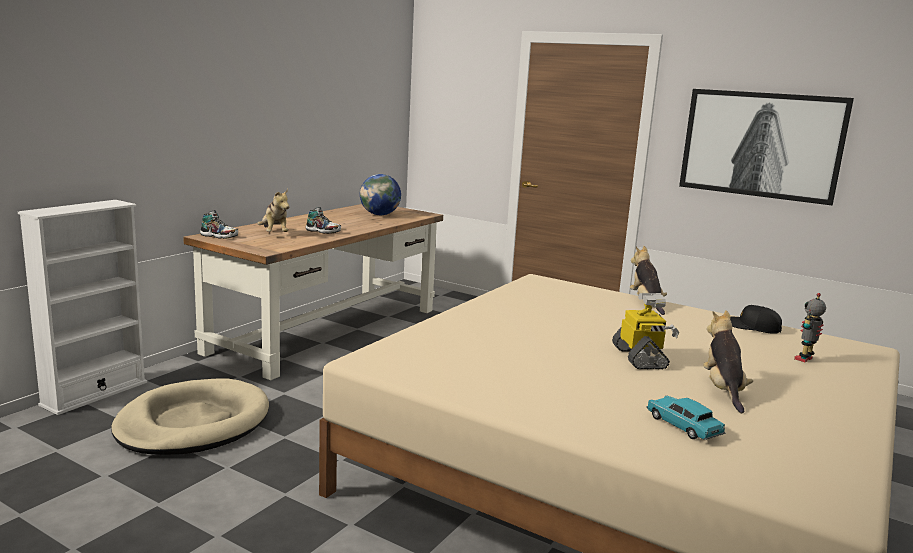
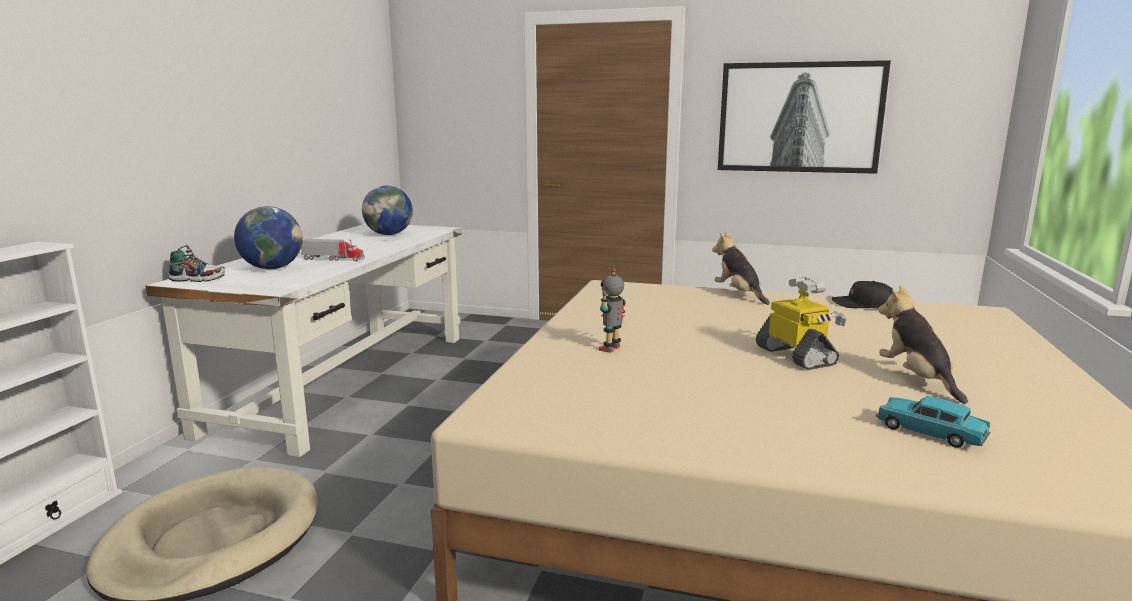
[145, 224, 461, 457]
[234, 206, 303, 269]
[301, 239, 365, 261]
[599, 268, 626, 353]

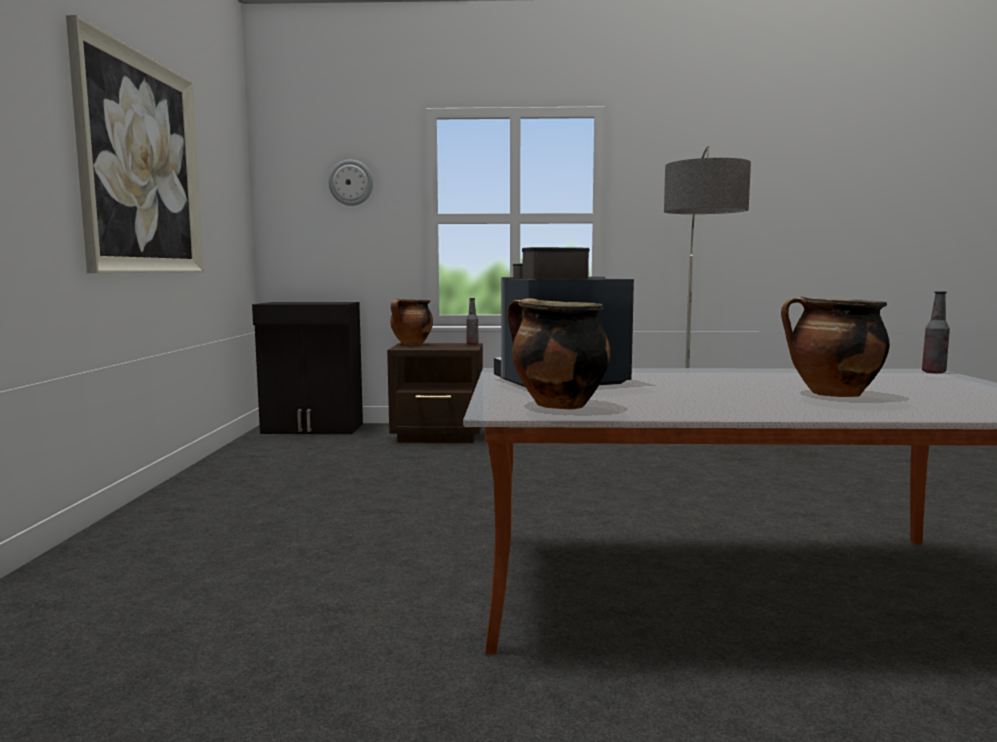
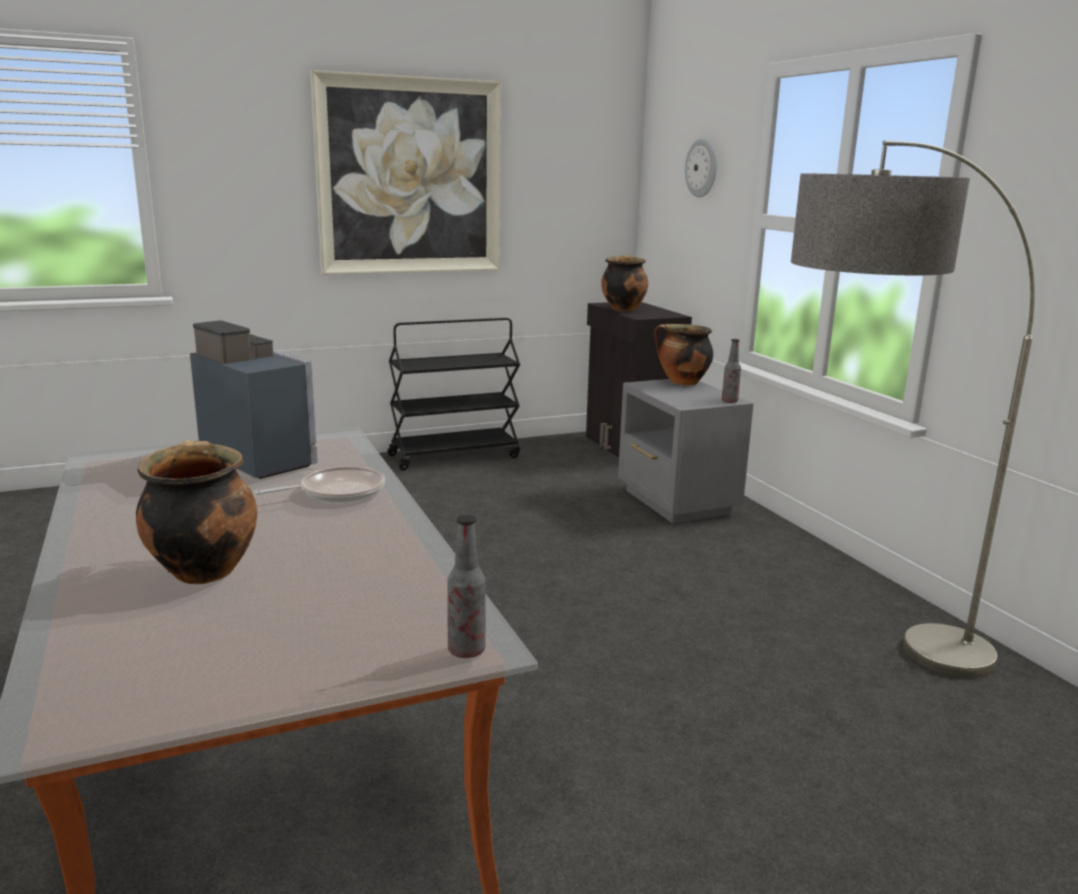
[618, 379, 753, 523]
[601, 255, 648, 311]
[254, 466, 385, 503]
[387, 318, 520, 471]

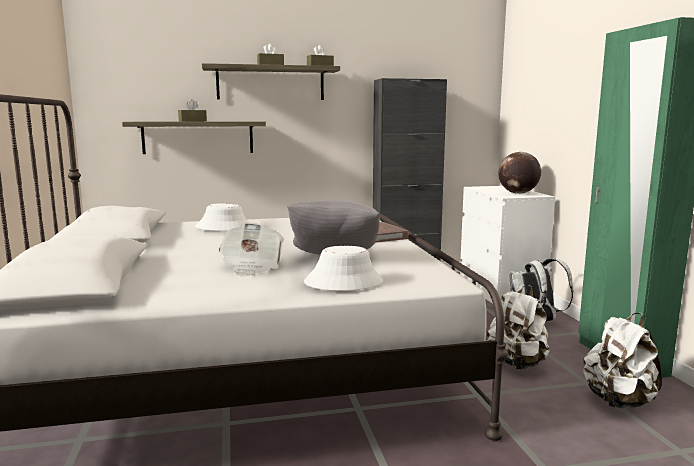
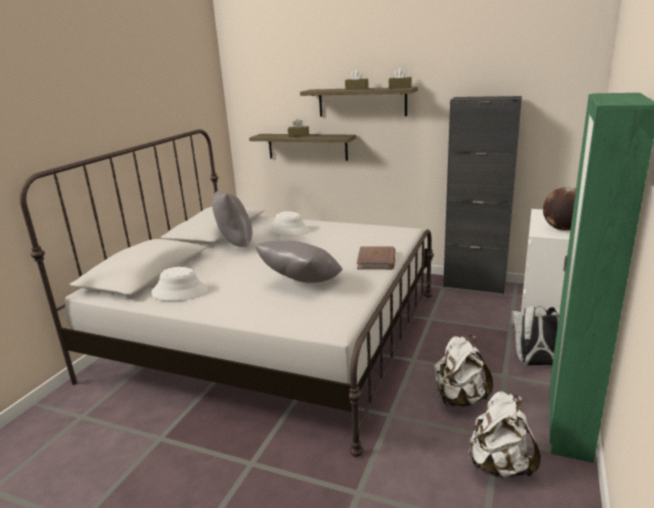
[219, 223, 284, 276] (first image)
[151, 267, 208, 301]
[212, 191, 253, 247]

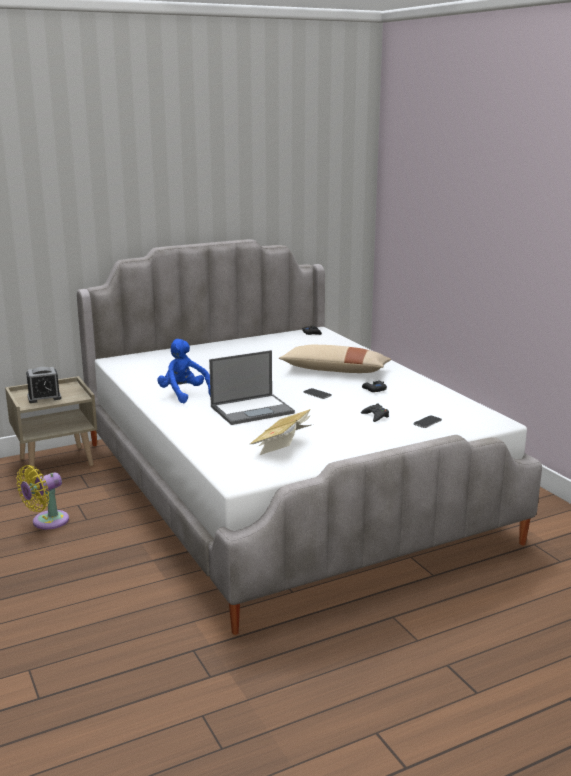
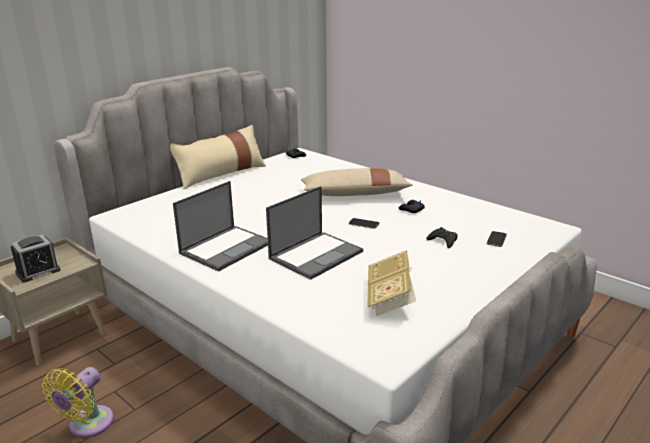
[173, 181, 268, 272]
[170, 125, 266, 189]

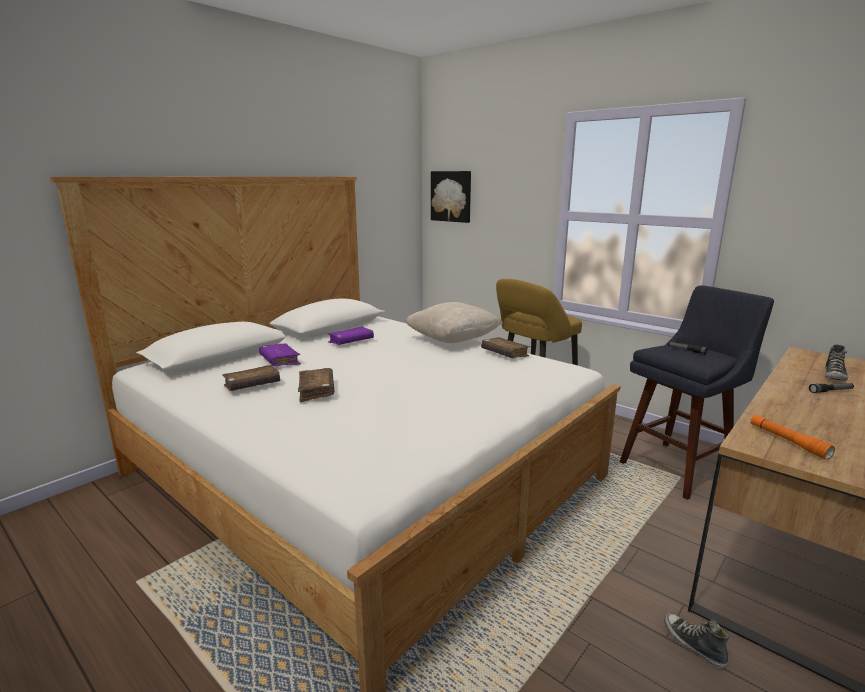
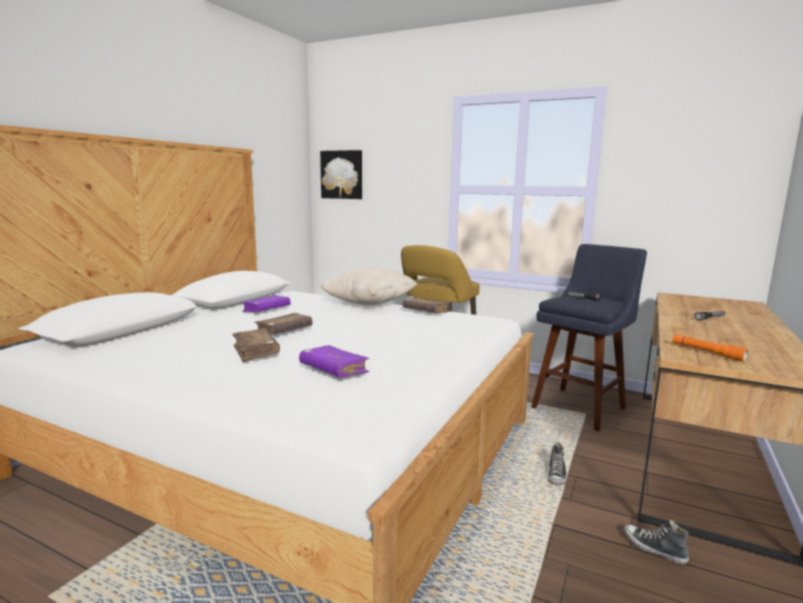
[254, 313, 312, 335]
[299, 345, 369, 378]
[548, 442, 567, 485]

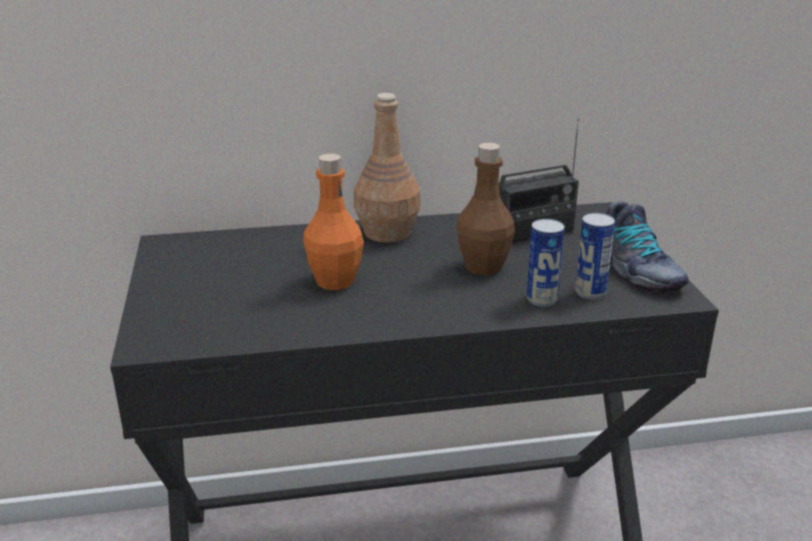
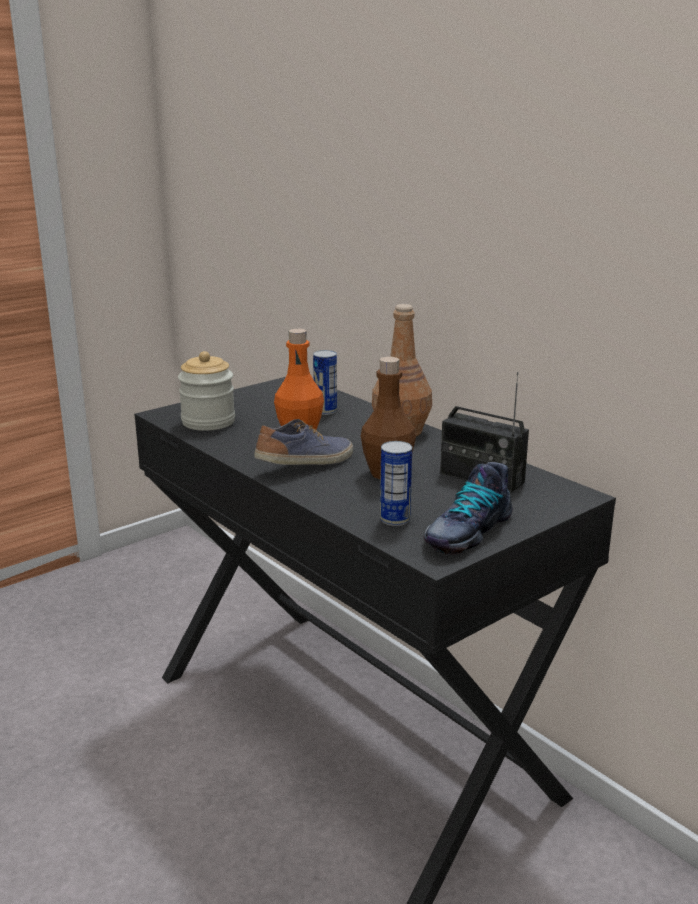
[313, 350, 337, 415]
[178, 351, 235, 431]
[254, 419, 353, 465]

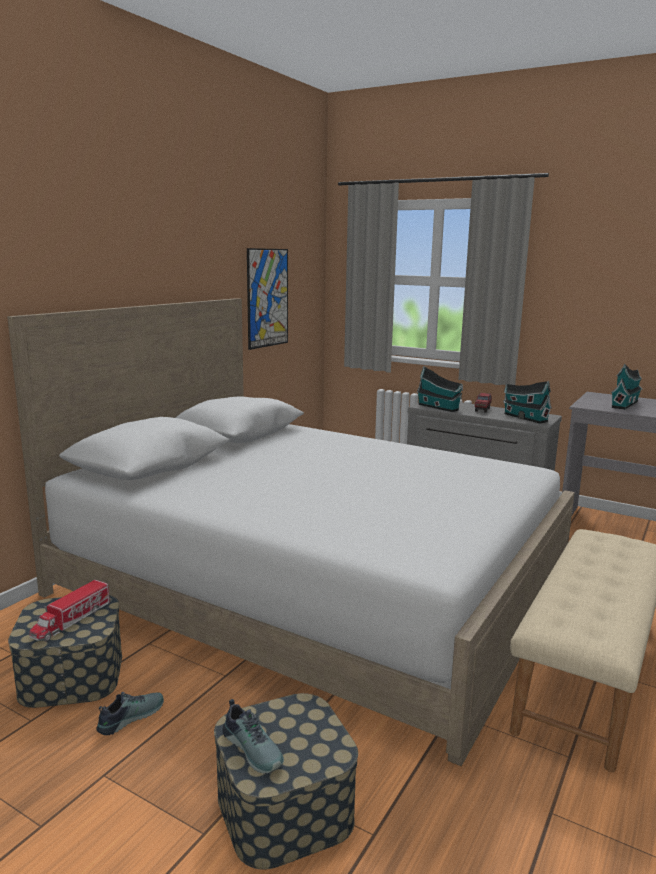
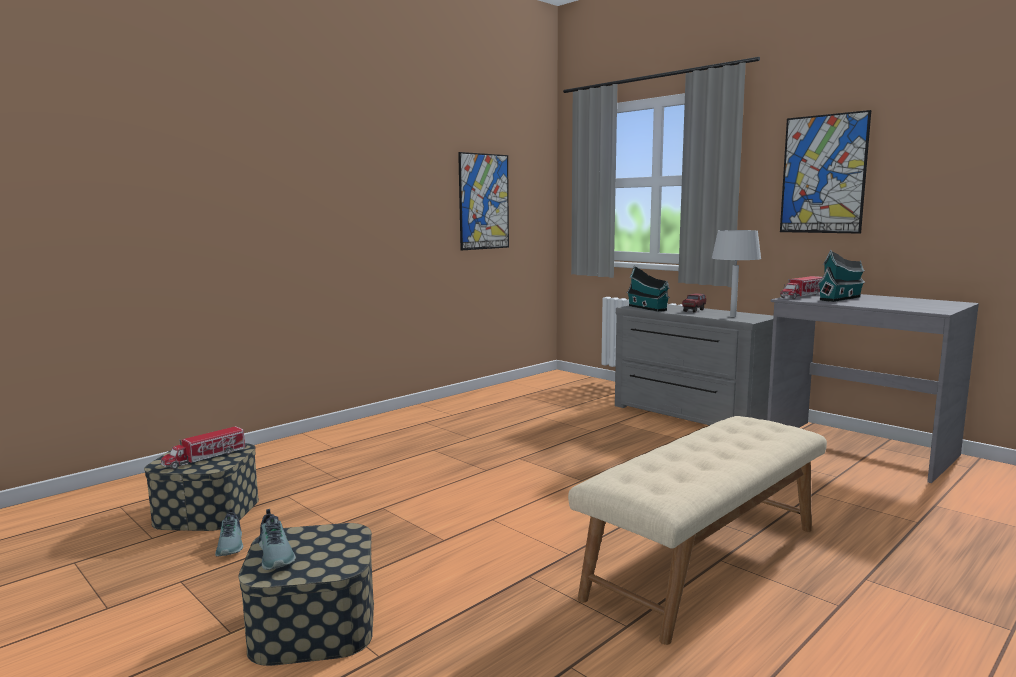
[7, 298, 575, 766] (first image)
[215, 508, 243, 556]
[712, 230, 761, 317]
[780, 110, 871, 234]
[780, 276, 822, 299]

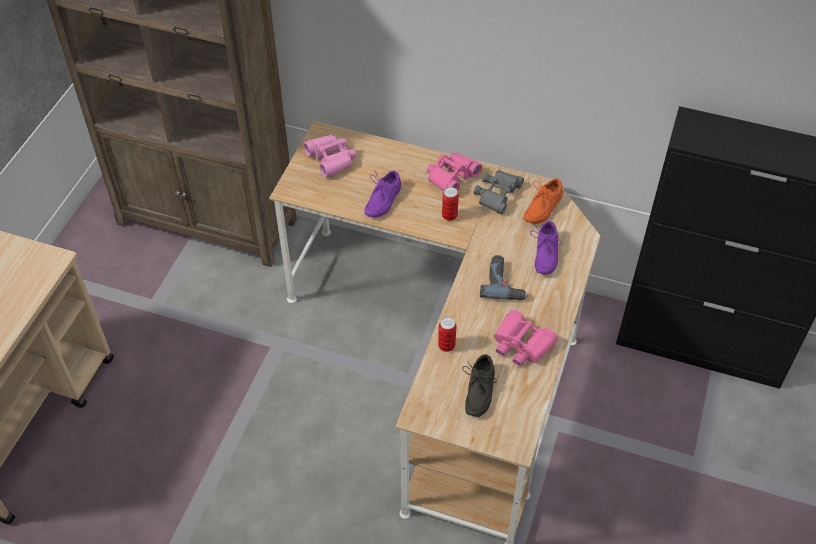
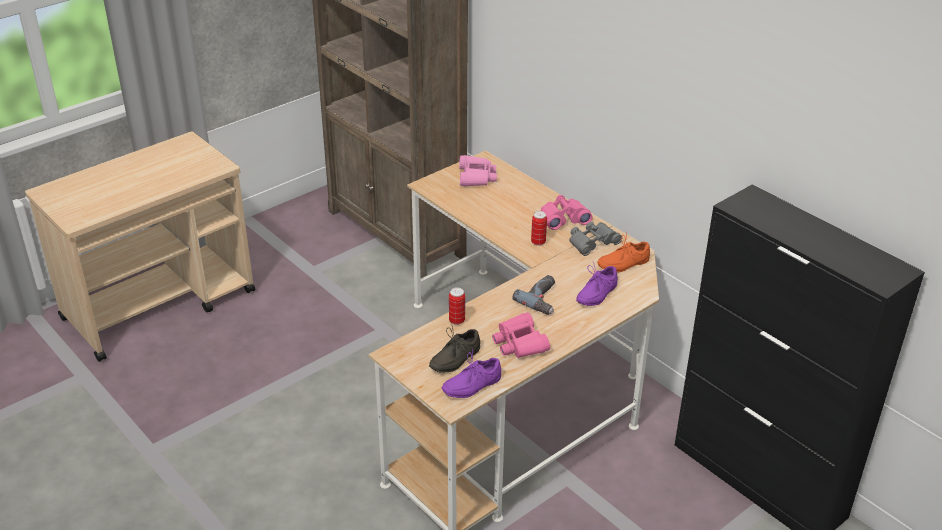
[442, 352, 501, 398]

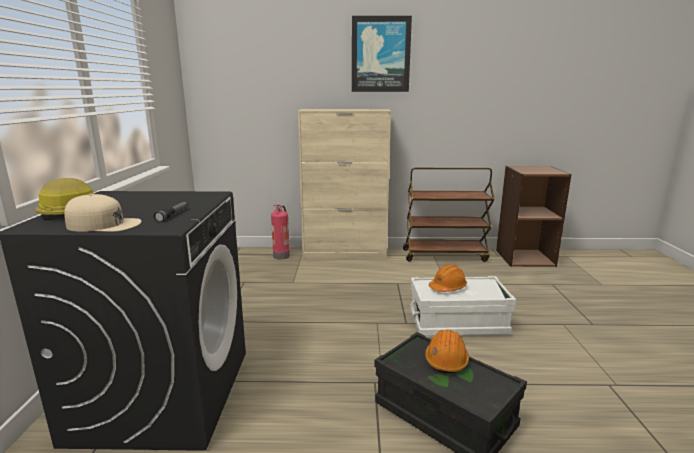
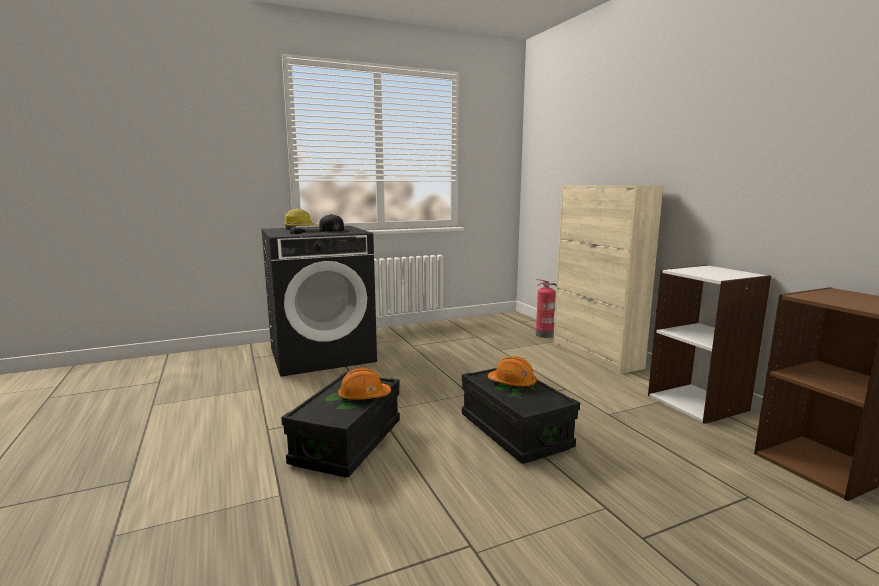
[64, 194, 142, 232] (first image)
[352, 16, 412, 92] (first image)
[648, 265, 771, 424]
[462, 368, 580, 464]
[319, 214, 349, 233]

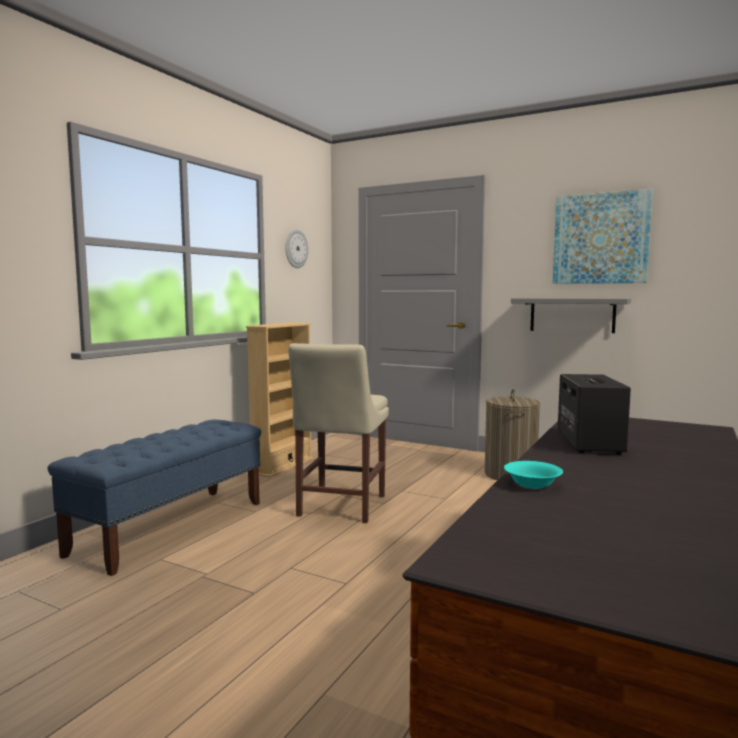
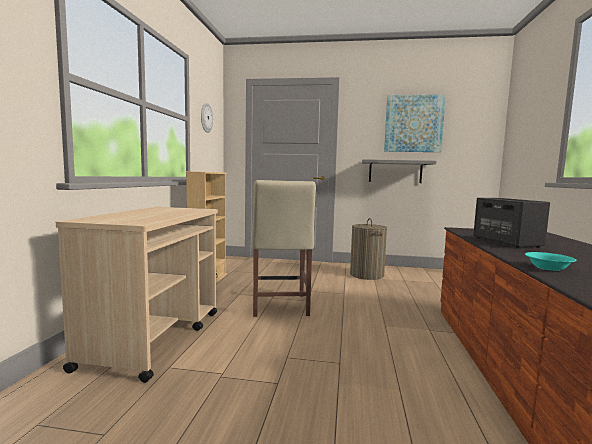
[56, 207, 218, 383]

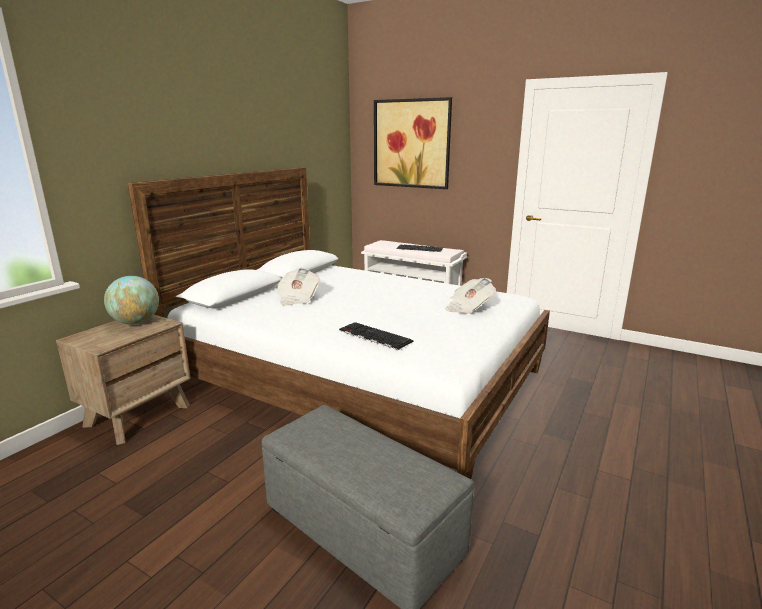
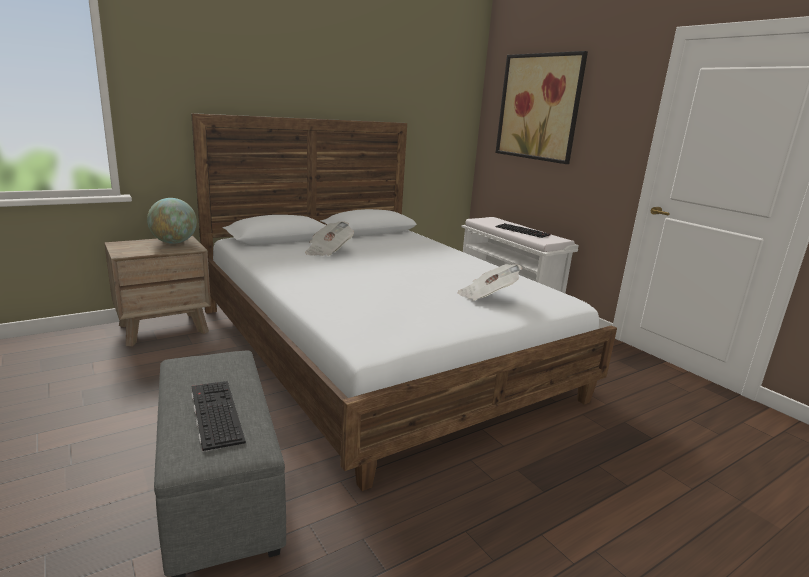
[191, 381, 246, 452]

